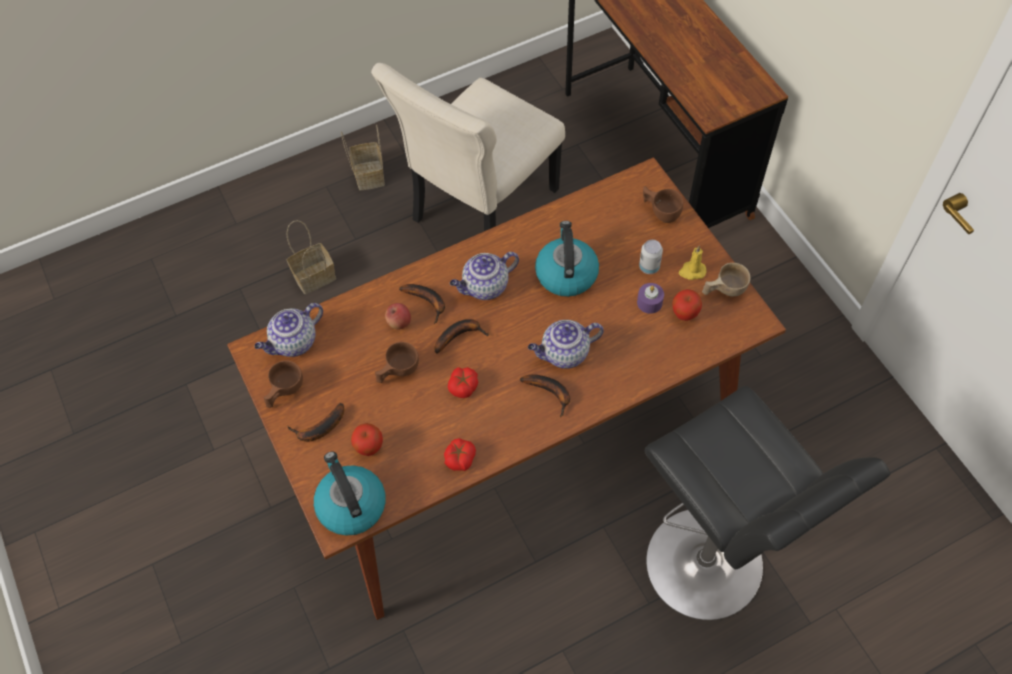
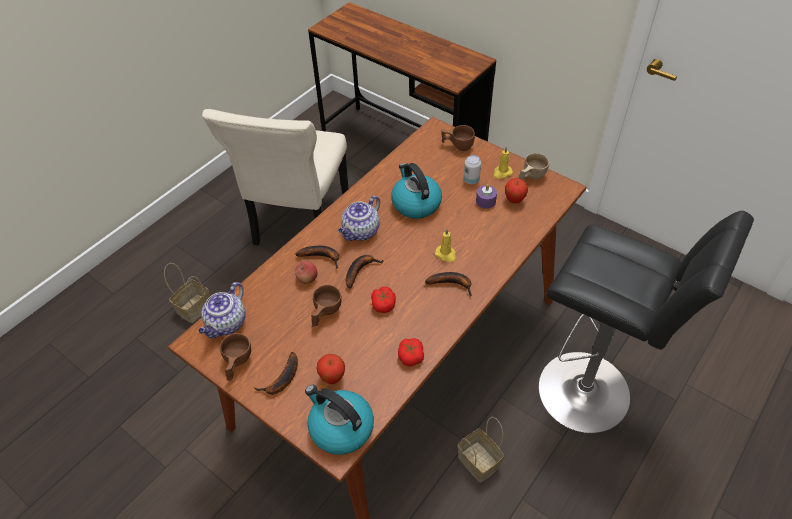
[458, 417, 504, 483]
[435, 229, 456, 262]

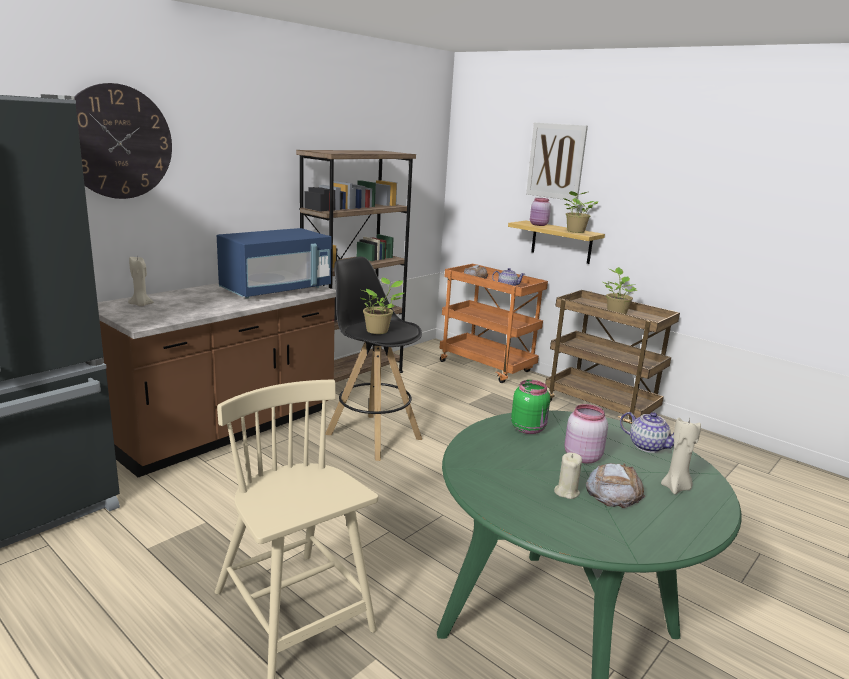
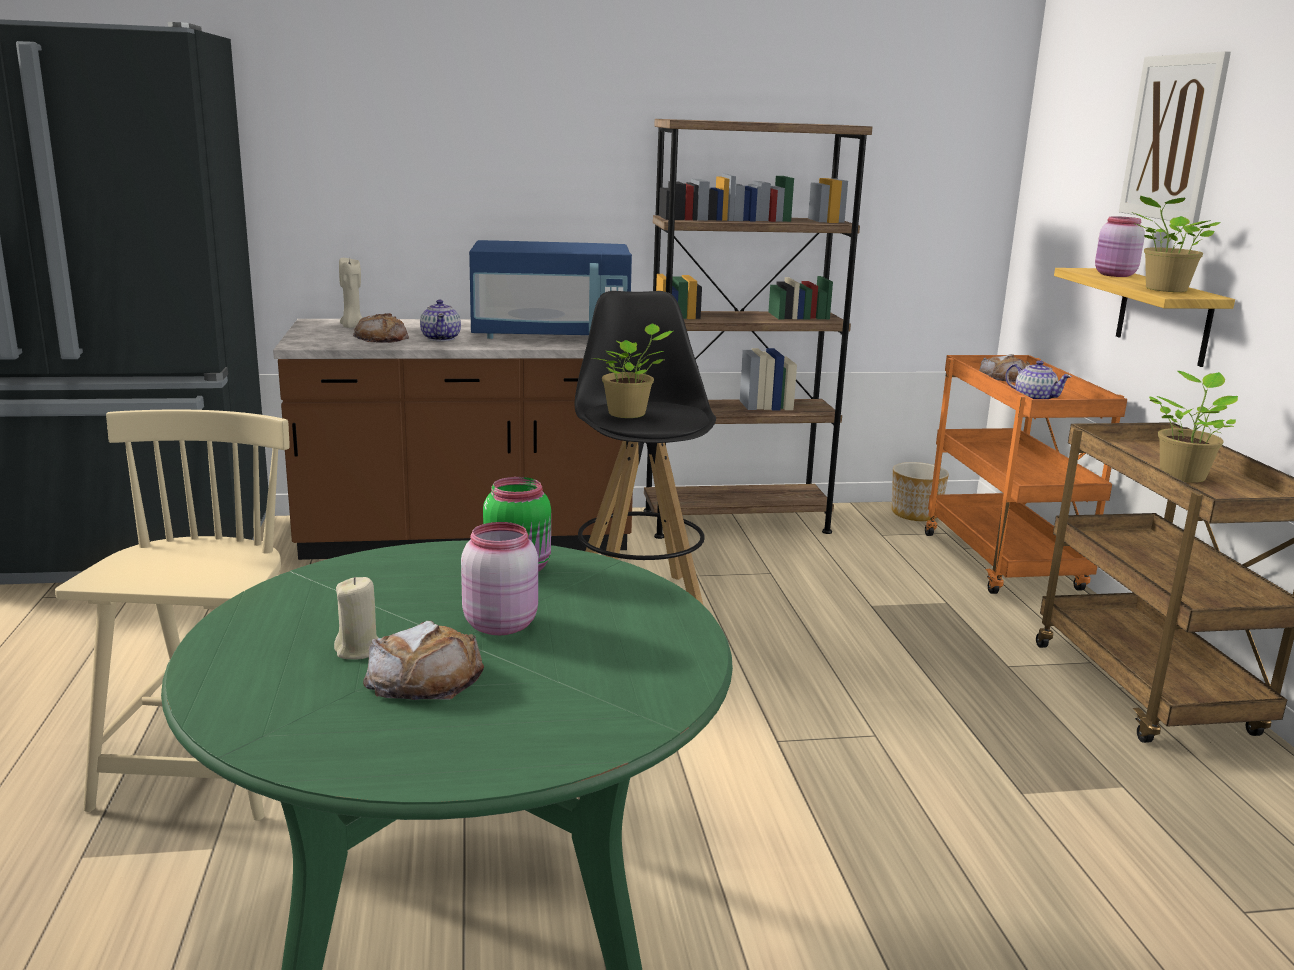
[74, 83, 172, 199] (first image)
[420, 300, 461, 341]
[661, 418, 701, 494] (first image)
[353, 313, 409, 343]
[891, 462, 949, 521]

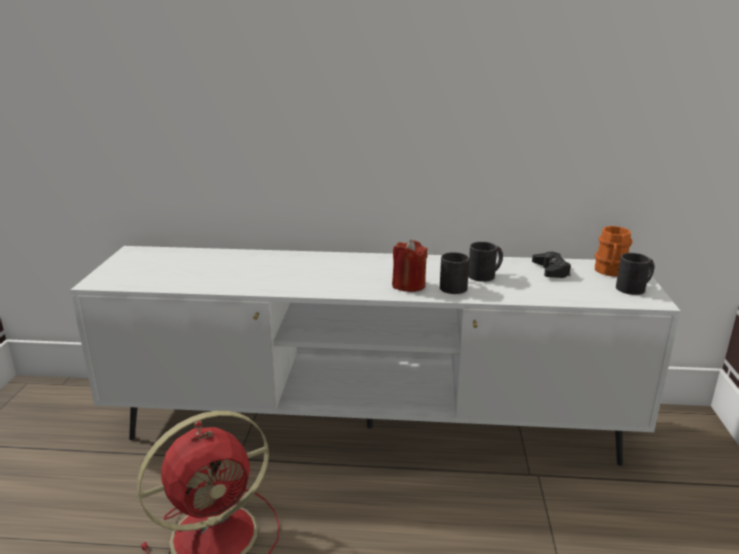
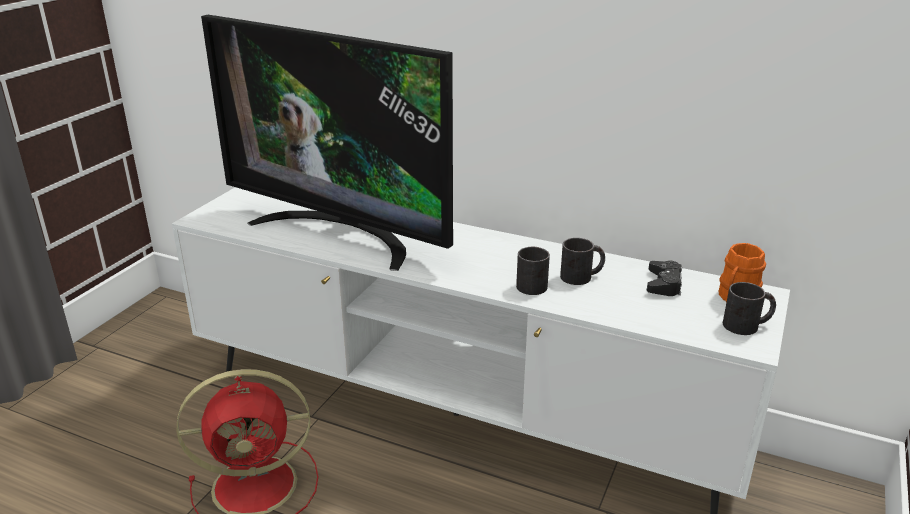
[392, 239, 428, 292] (first image)
[201, 15, 453, 271]

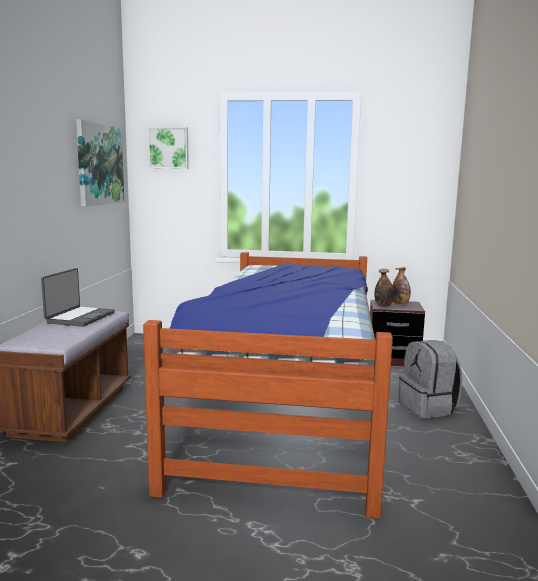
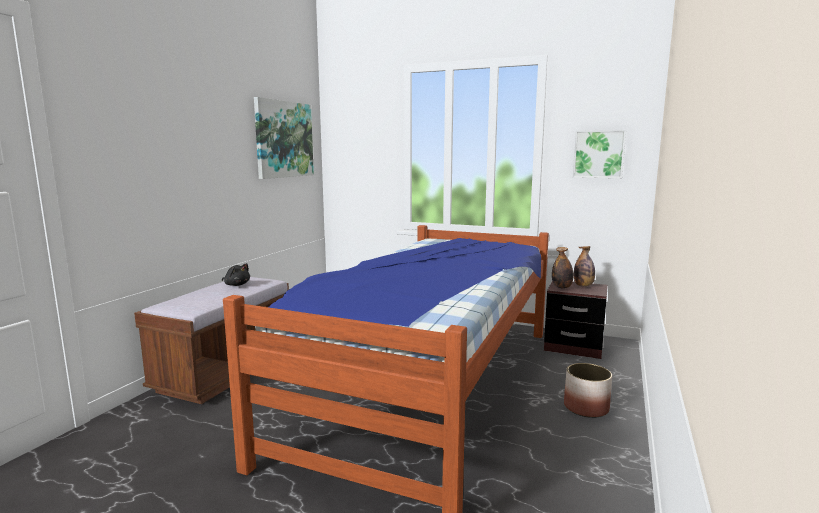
[222, 263, 250, 286]
[573, 130, 626, 178]
[564, 363, 612, 418]

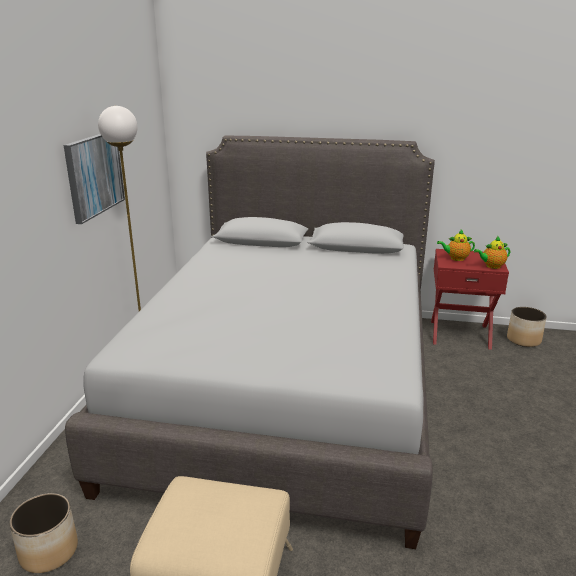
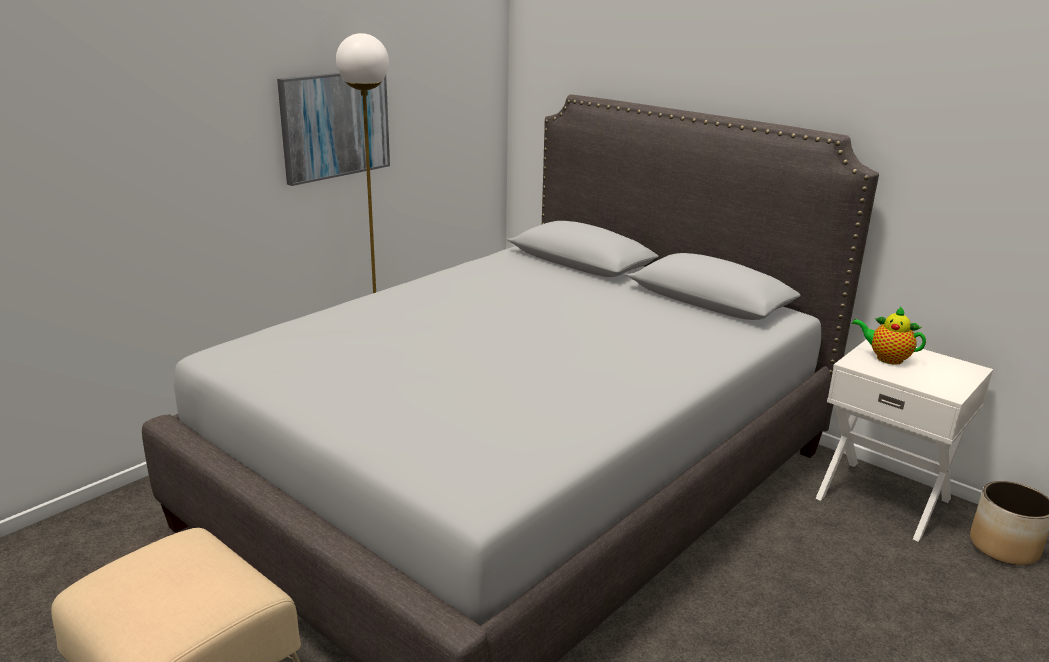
[9, 493, 78, 573] (first image)
[815, 339, 993, 542]
[474, 237, 510, 269] (first image)

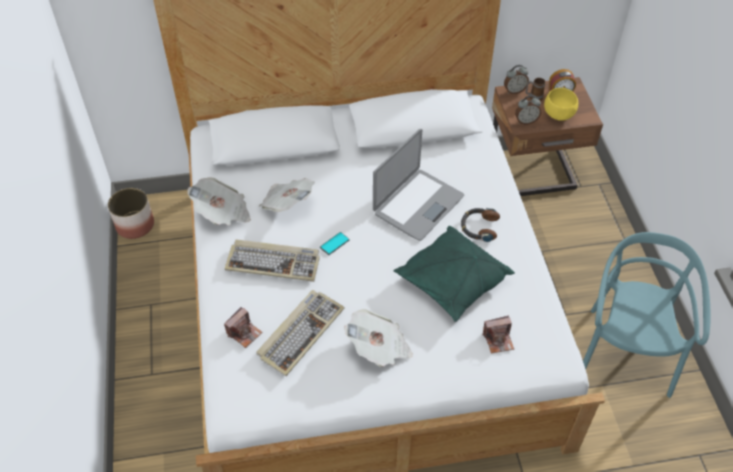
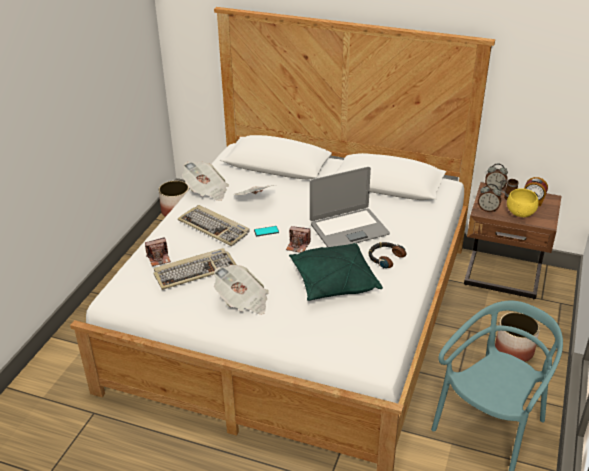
[286, 226, 311, 253]
[495, 312, 540, 362]

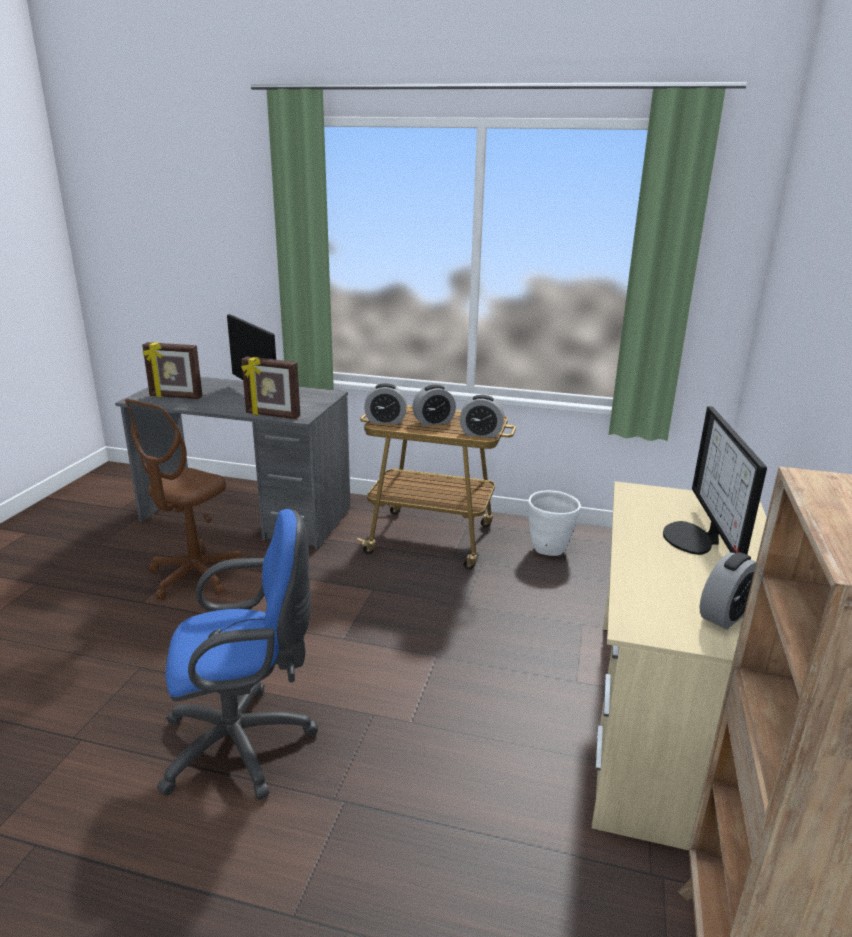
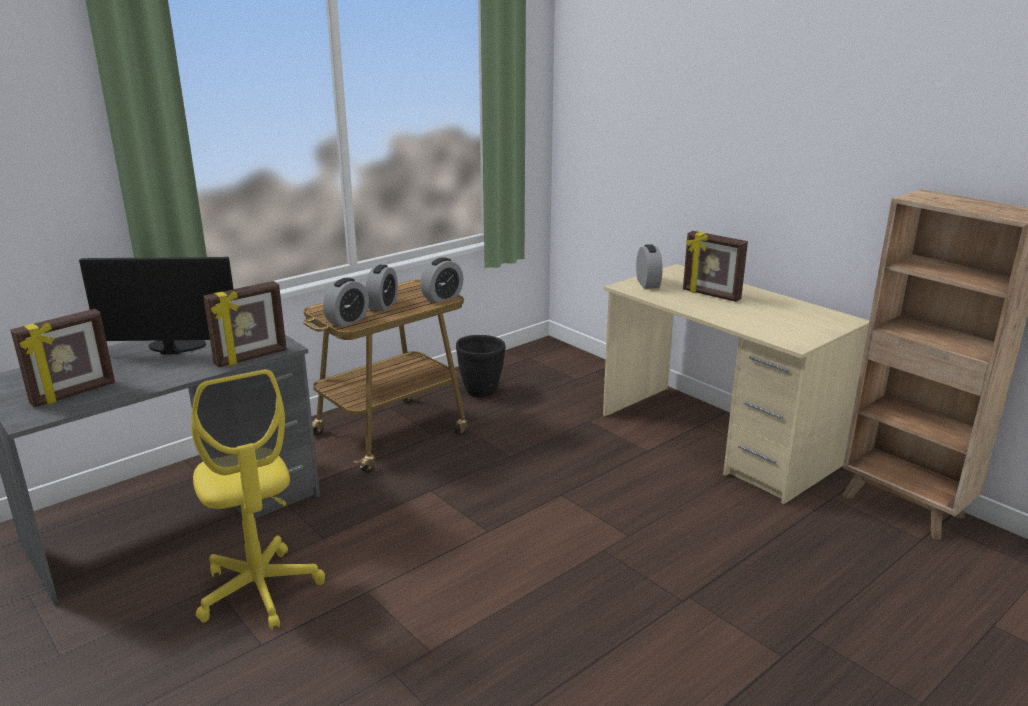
[191, 369, 325, 630]
[157, 509, 318, 800] (first image)
[456, 335, 506, 398]
[683, 231, 748, 302]
[636, 244, 663, 289]

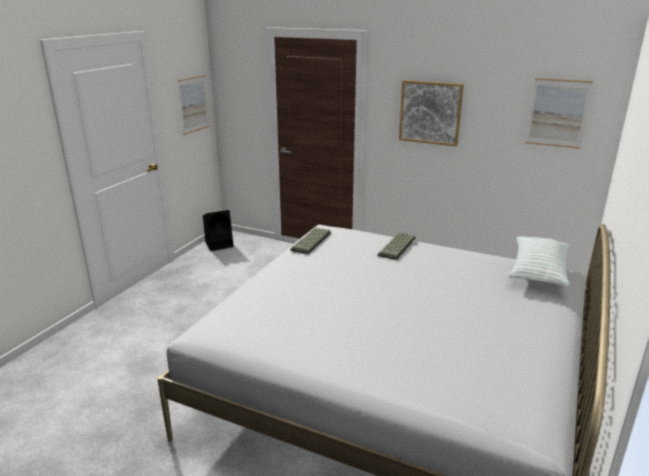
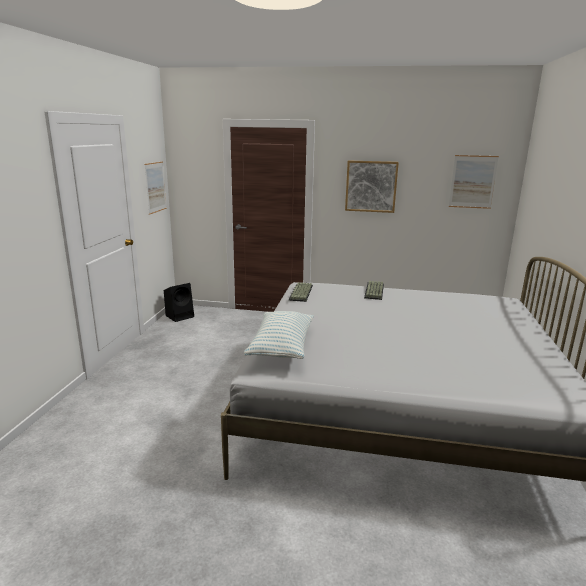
[244, 311, 314, 359]

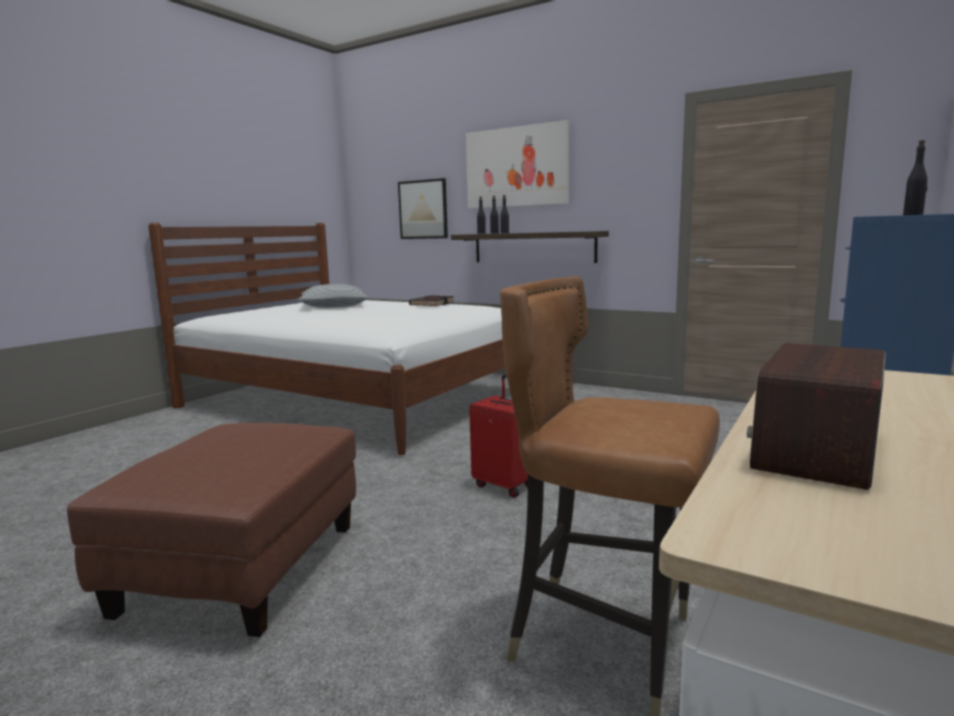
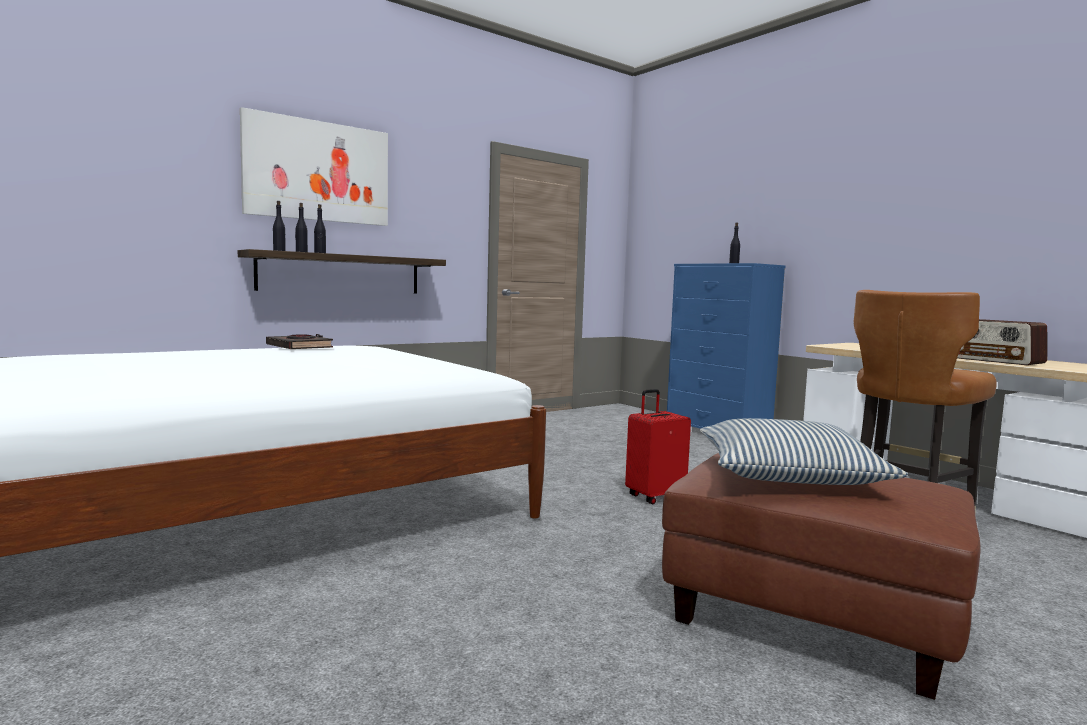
[700, 418, 908, 485]
[398, 178, 448, 239] (first image)

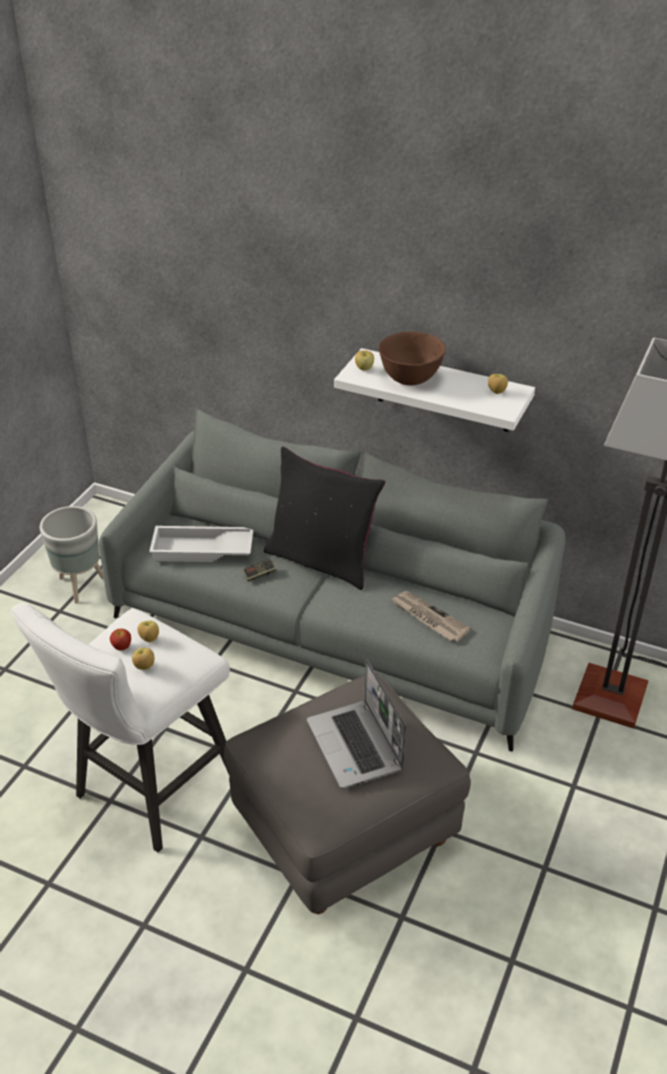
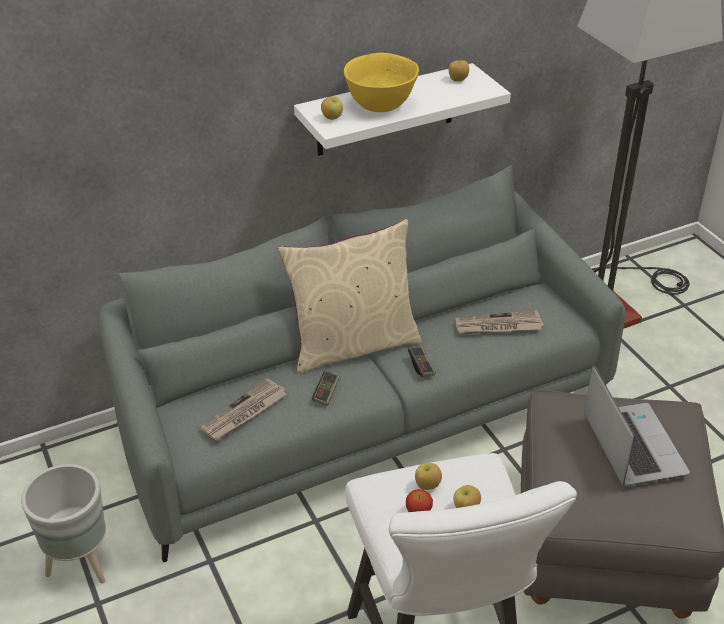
[200, 378, 287, 441]
[278, 219, 422, 374]
[584, 365, 690, 487]
[344, 53, 419, 112]
[408, 346, 436, 377]

